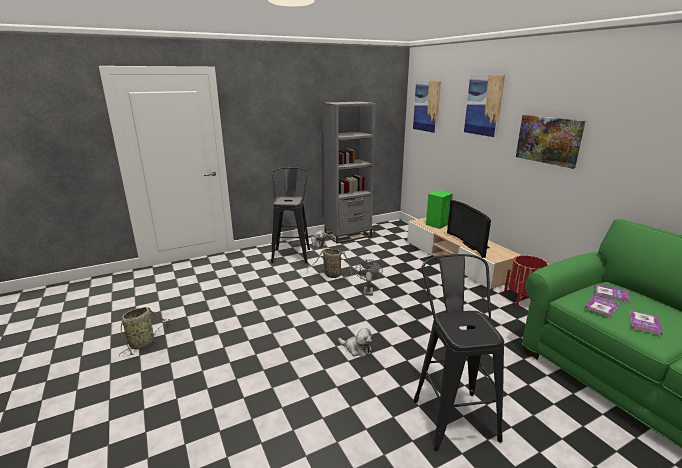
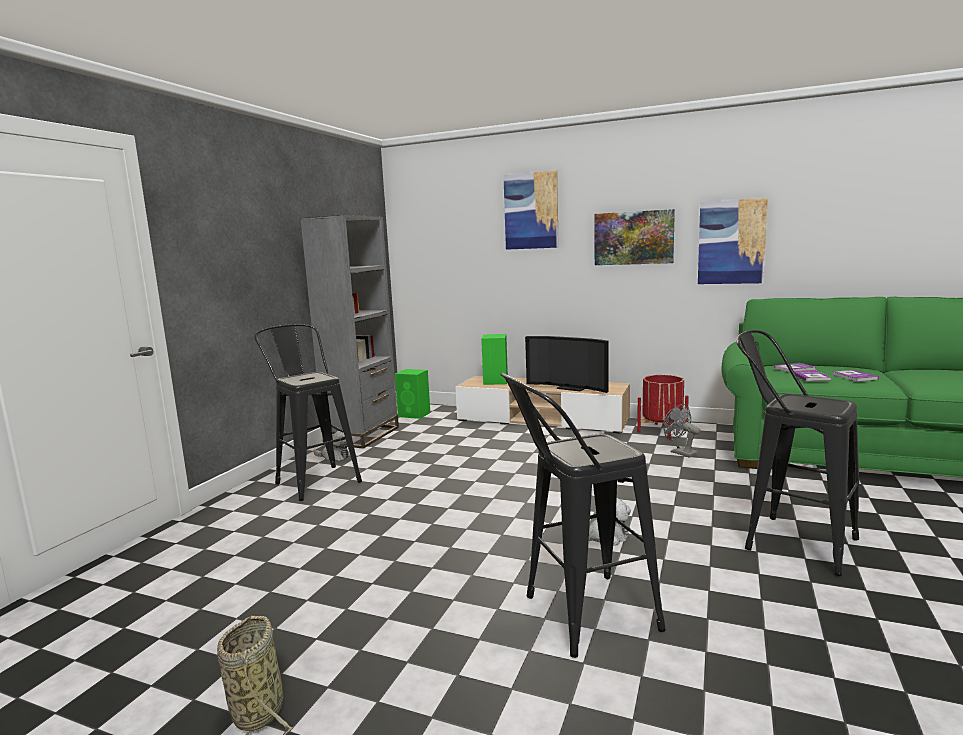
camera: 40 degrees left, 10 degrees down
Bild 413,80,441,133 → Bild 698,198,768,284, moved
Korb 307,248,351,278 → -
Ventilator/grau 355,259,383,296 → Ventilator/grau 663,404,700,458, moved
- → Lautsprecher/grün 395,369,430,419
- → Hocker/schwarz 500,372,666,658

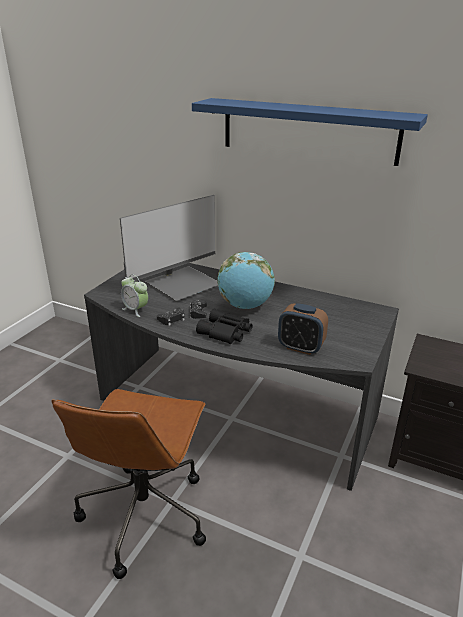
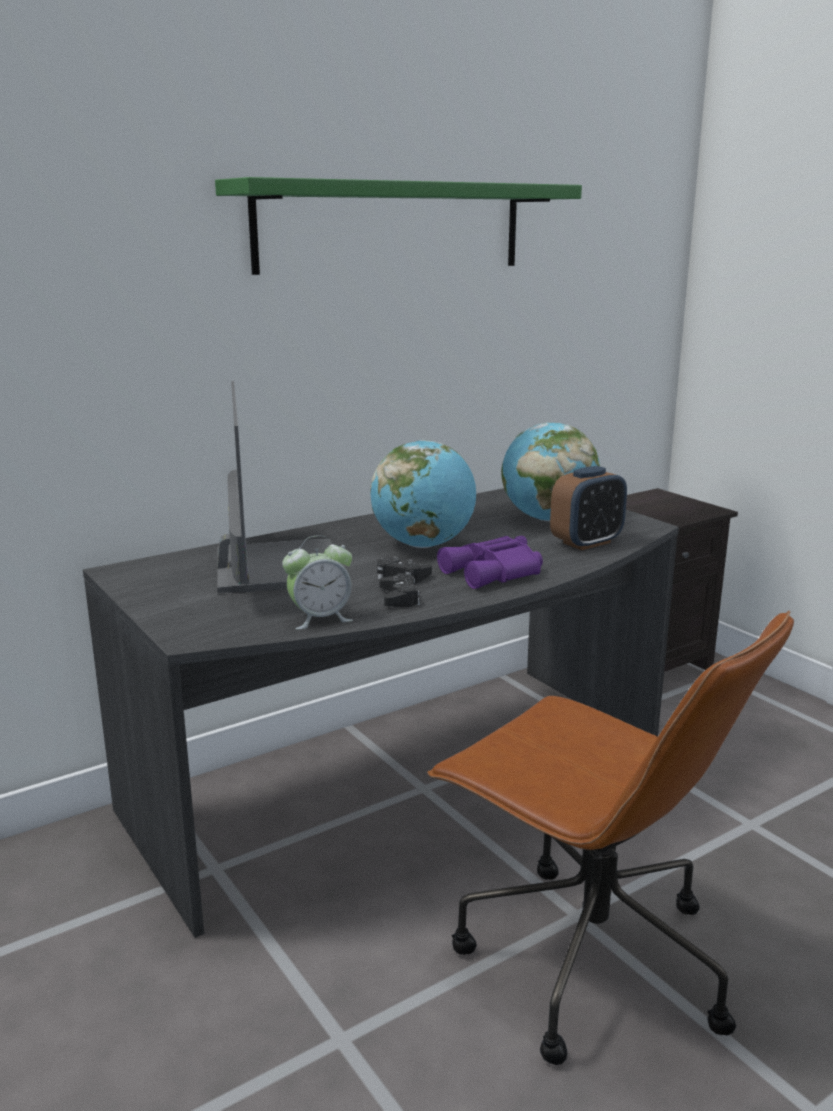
camera: 60 degrees left, 10 degrees down
Wandregal/blau 192,98,428,166 → Wandregal/grün 215,177,582,275
Fernglas/schwarz 196,309,252,344 → Fernglas/lila 437,536,543,589
- → Globus 501,423,600,521

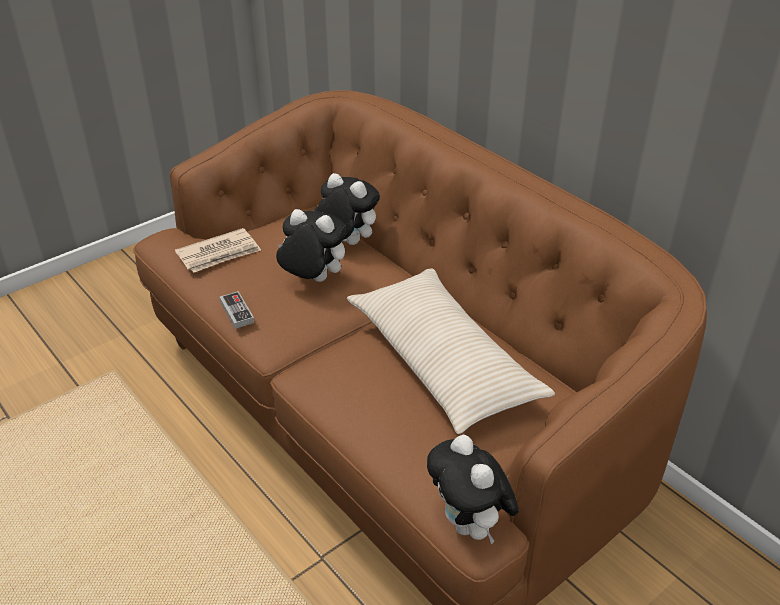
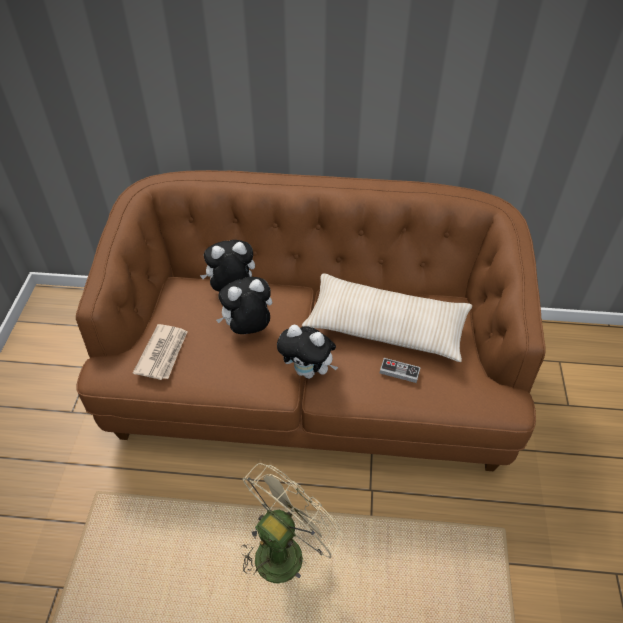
camera: 45 degrees left, 10 degrees up
Gamepad 220,291,255,329 → Gamepad 380,358,421,383, moved
Plüschtier 427,435,519,545 → Plüschtier 277,325,338,379, moved
- → Ventilator/beige 241,463,343,583

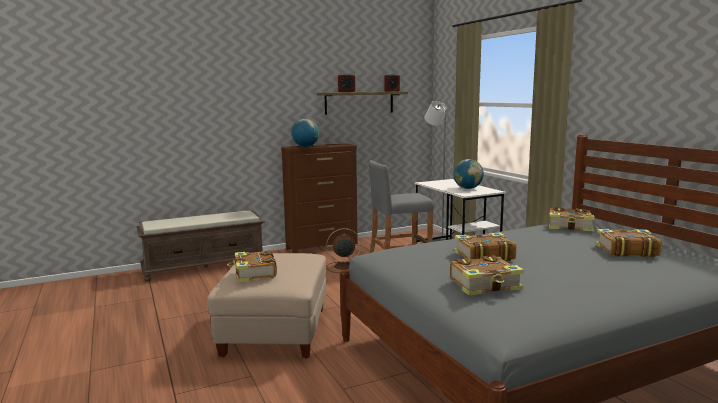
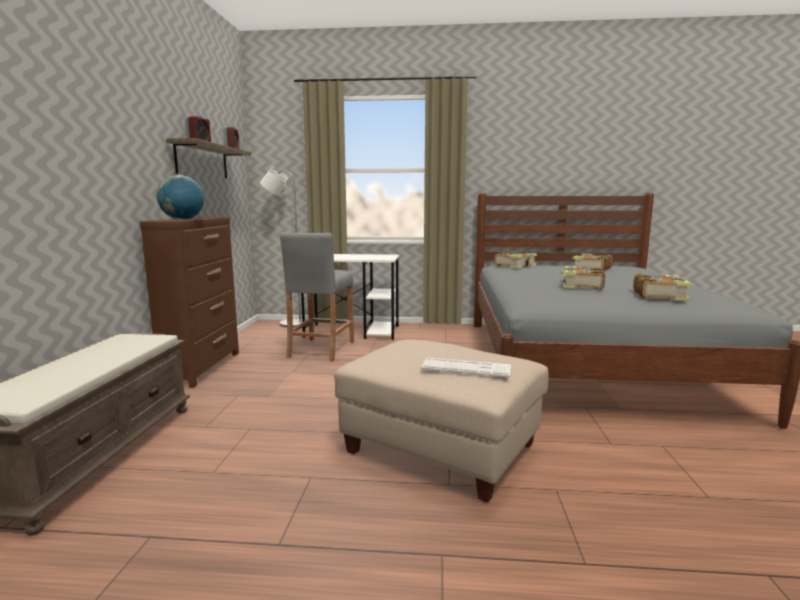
camera: 60 degrees left, 0 degrees up
Globus 453,159,484,189 → -
Ventilator/braun 326,228,361,273 → -
Buch 227,250,277,282 → Tastatur 421,357,511,377

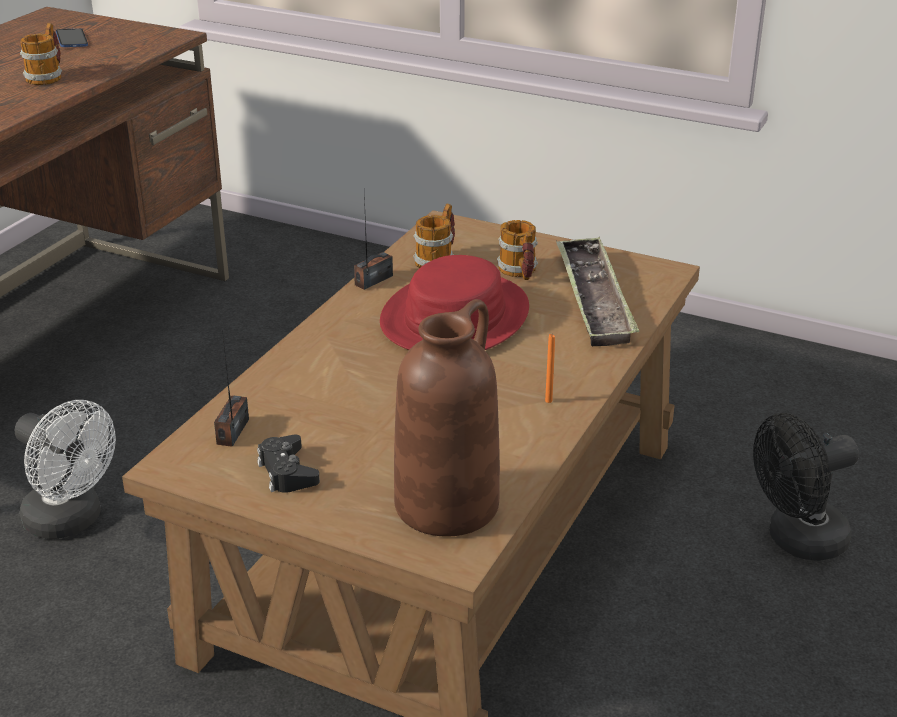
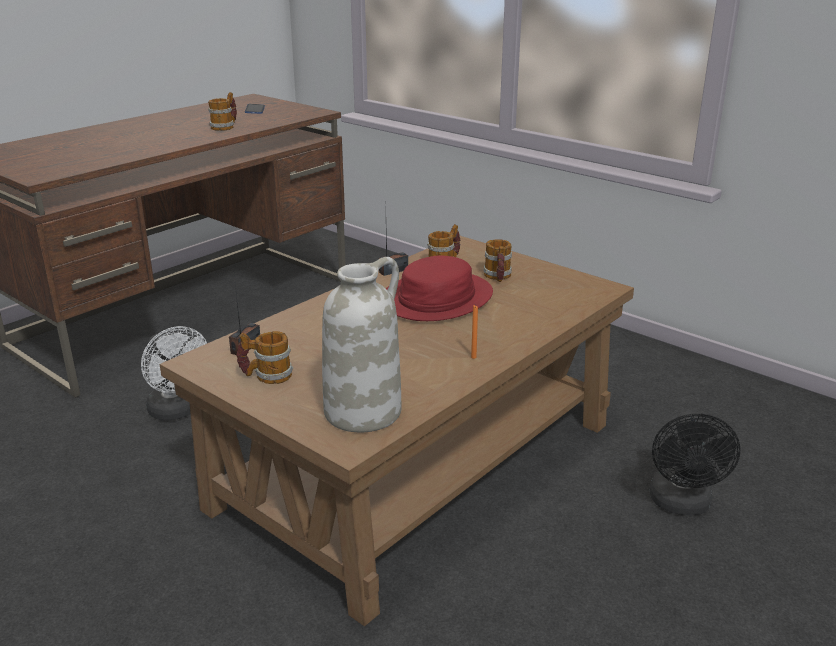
camera: 15 degrees right, 5 degrees down
Tablett 556,237,639,346 → -
Vase/braun 394,299,500,537 → Vase/weiß 322,257,402,433
Ventilator/schwarz 753,413,859,561 → Ventilator/schwarz 650,411,740,515, 75 degrees counterclockwise
Gamepad/schwarz 257,435,320,493 → Henkelbecher 236,331,293,384

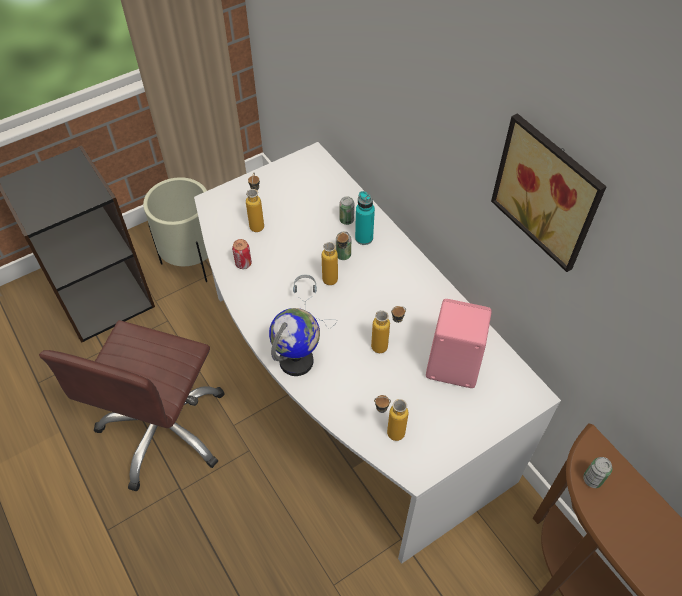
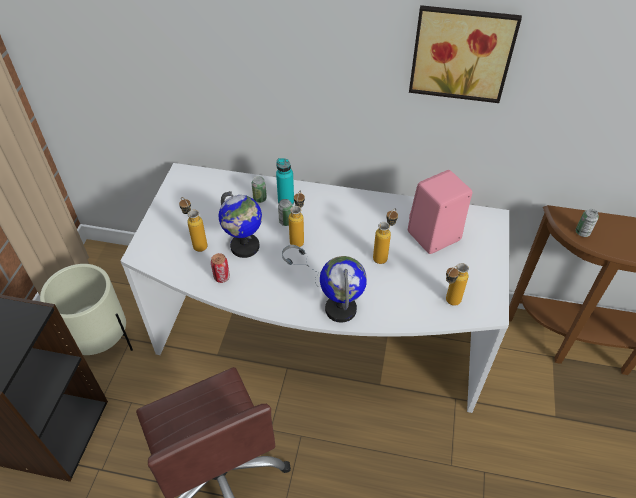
camera: 45 degrees left, 5 degrees down
- → Globus 219,191,262,258

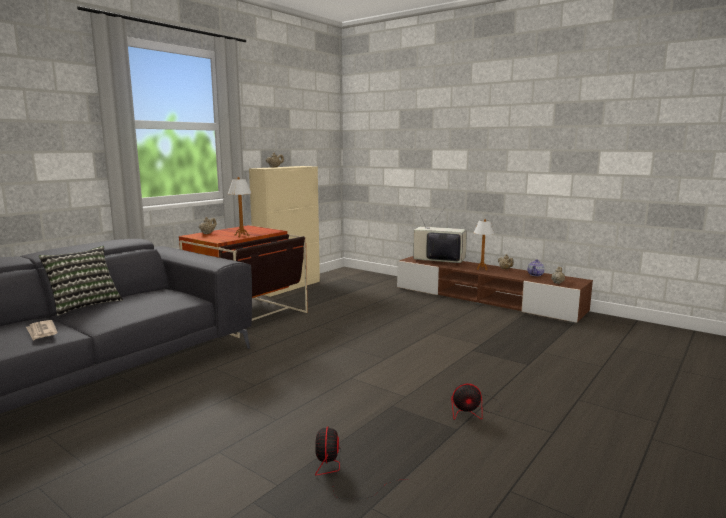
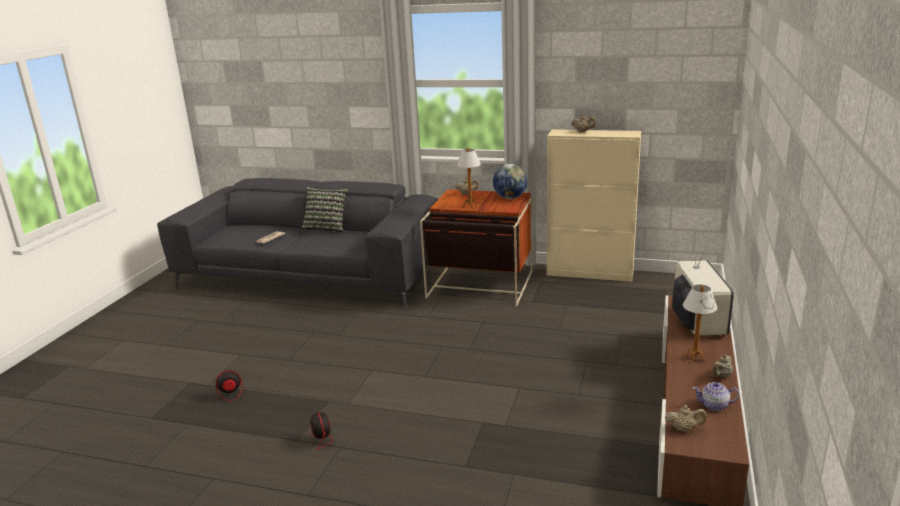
camera: 70 degrees right, 10 degrees up
- → Globus 493,164,528,199

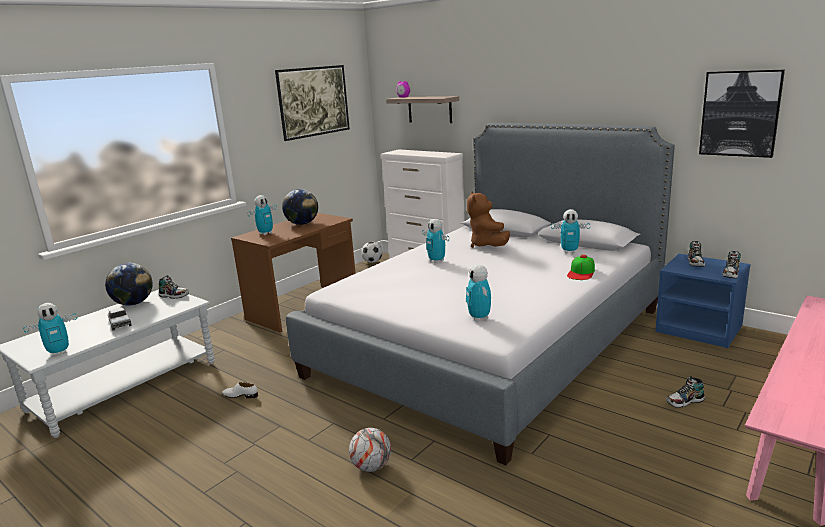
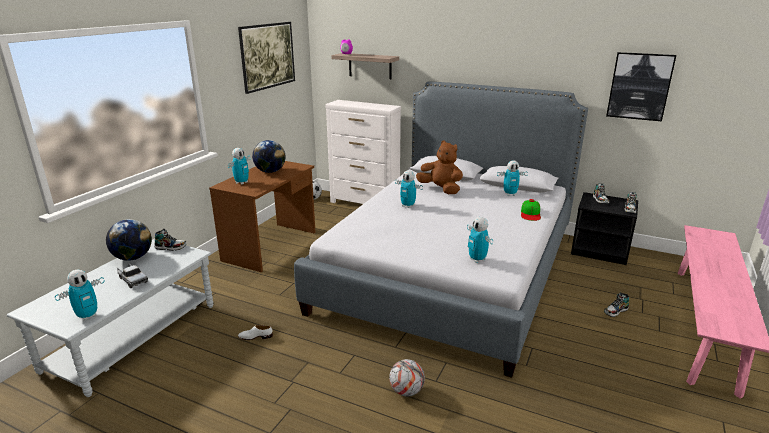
camera: 15 degrees left, 5 degrees up
Plüschtier/braun 467,191,510,248 → Plüschtier/braun 416,140,463,194, 150 degrees clockwise
Nachttisch/blau 655,254,751,348 → Nachttisch/schwarz 571,192,638,265

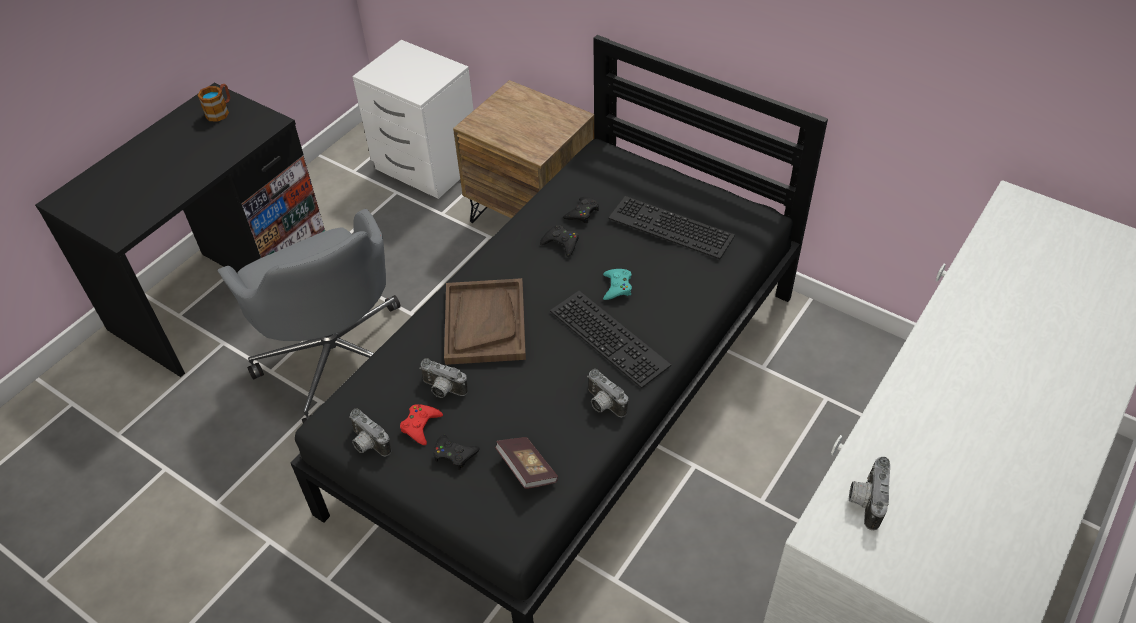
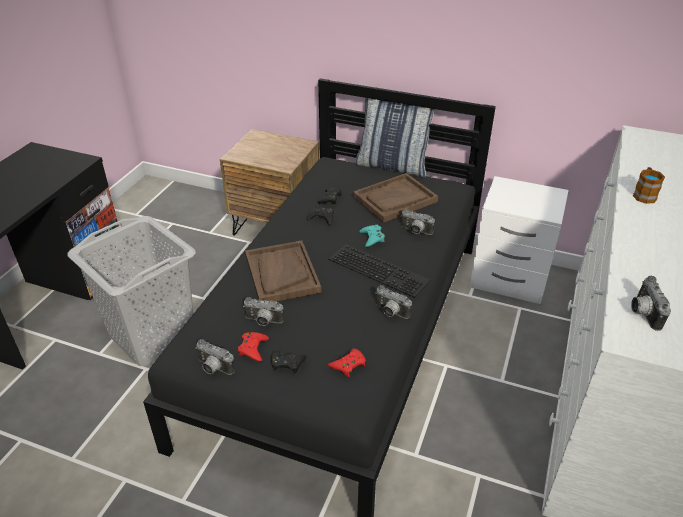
camera: 15 degrees left, 10 degrees down
Nachttisch/weiß 352,40,474,199 → Nachttisch/weiß 470,176,569,304, moved
Henkelbecher 197,84,230,122 → Henkelbecher 633,167,665,204, moved
Tastatur 608,196,735,259 → Tablett/braun 353,173,438,223
Bürostuhl/grau 218,209,401,423 → Wäschekorb/grau 67,216,196,366
Buch 495,437,558,489 → Gamepad/rot 328,349,366,377
- → Kissen 355,98,435,178
- → Kamera 401,209,435,235

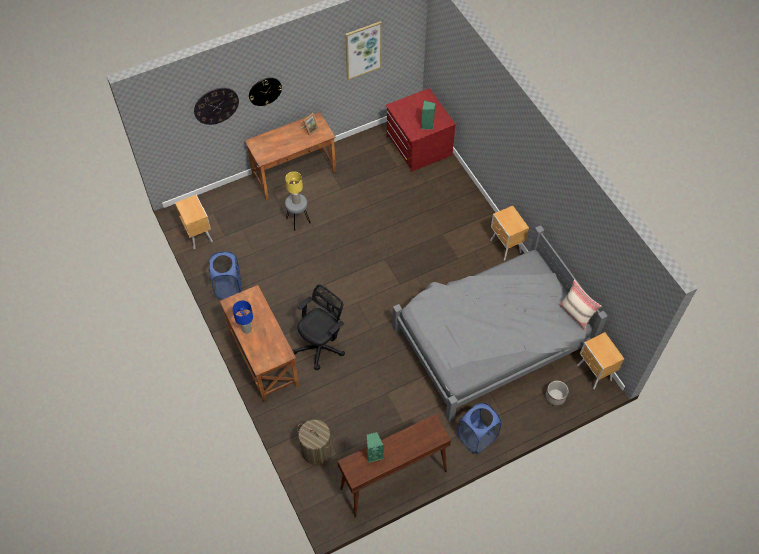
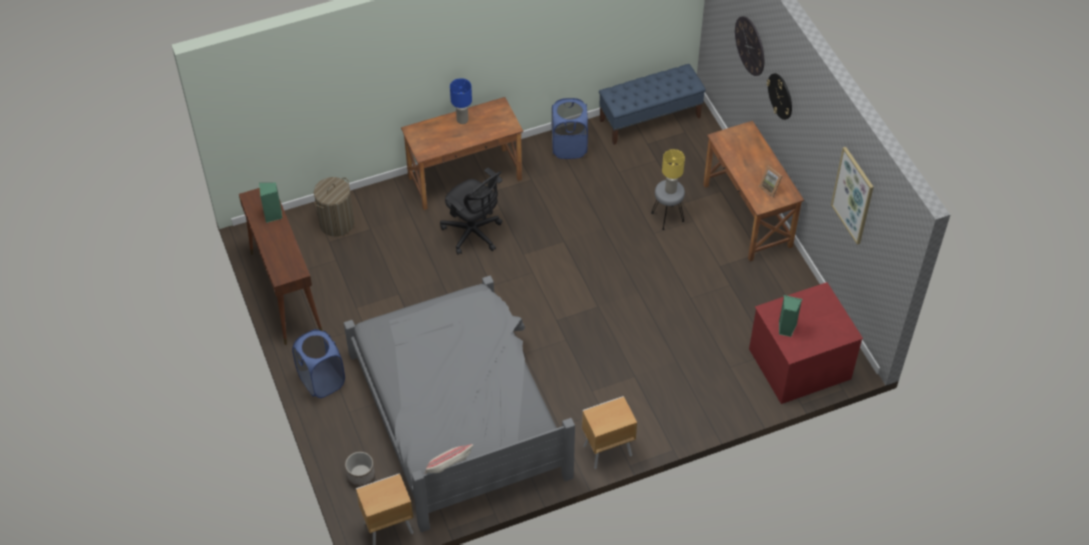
camera: 95 degrees right, 5 degrees down
Nachttisch/braun 175,195,213,249 → Bank/blau 599,64,706,145

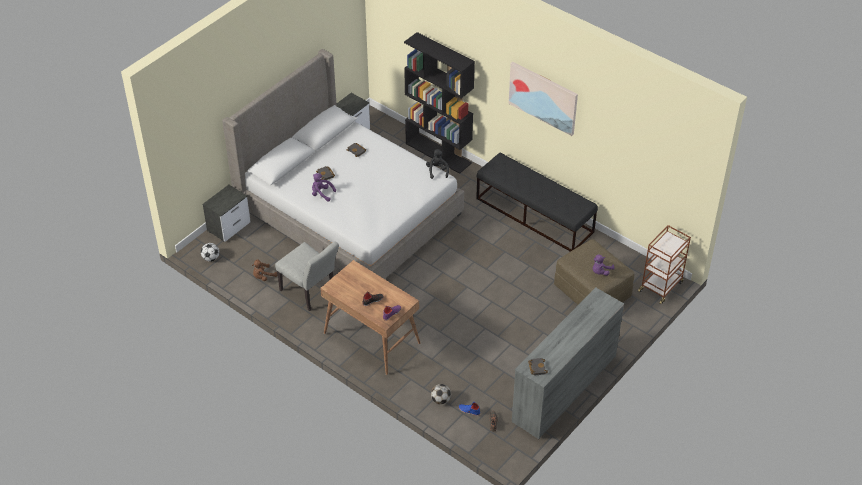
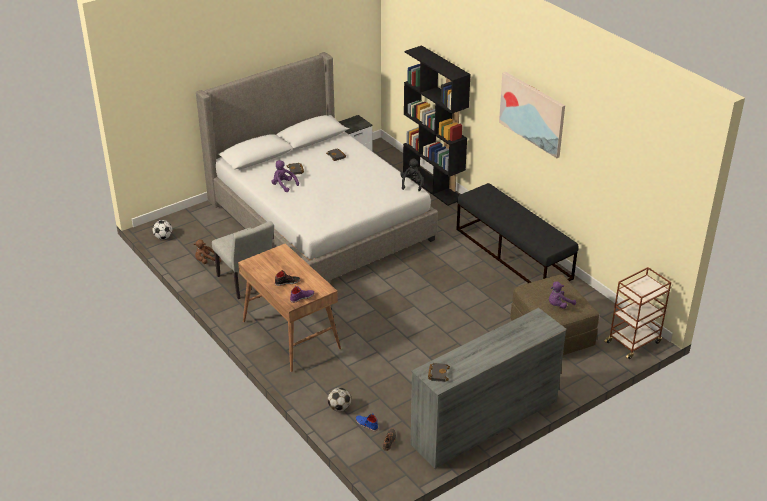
camera: 15 degrees right, 10 degrees down
Nachttisch 202,185,251,242 → -

